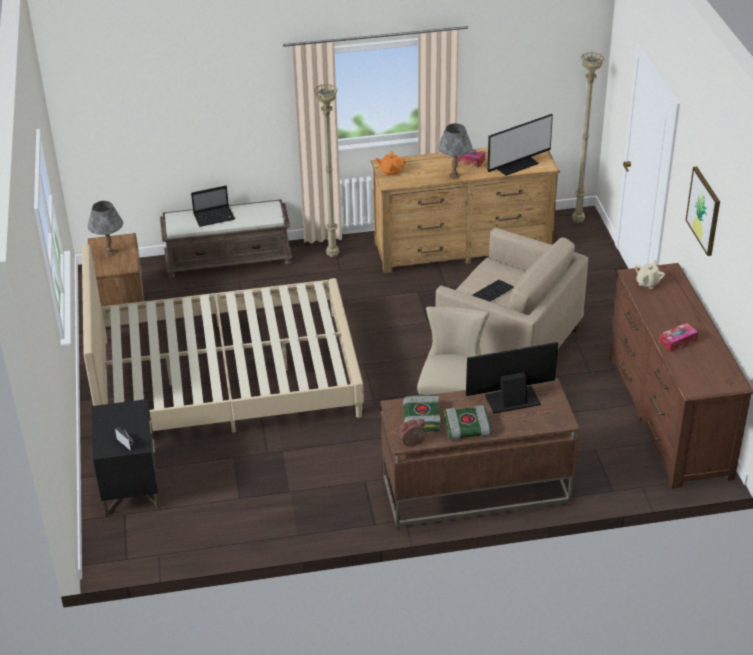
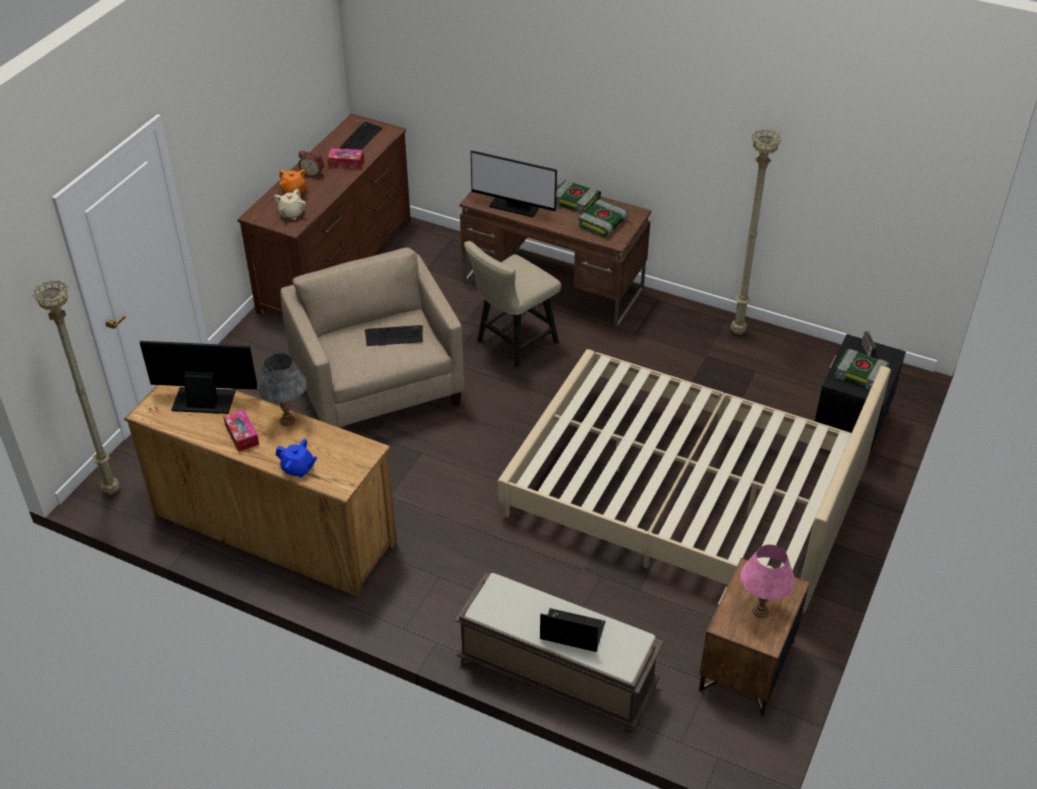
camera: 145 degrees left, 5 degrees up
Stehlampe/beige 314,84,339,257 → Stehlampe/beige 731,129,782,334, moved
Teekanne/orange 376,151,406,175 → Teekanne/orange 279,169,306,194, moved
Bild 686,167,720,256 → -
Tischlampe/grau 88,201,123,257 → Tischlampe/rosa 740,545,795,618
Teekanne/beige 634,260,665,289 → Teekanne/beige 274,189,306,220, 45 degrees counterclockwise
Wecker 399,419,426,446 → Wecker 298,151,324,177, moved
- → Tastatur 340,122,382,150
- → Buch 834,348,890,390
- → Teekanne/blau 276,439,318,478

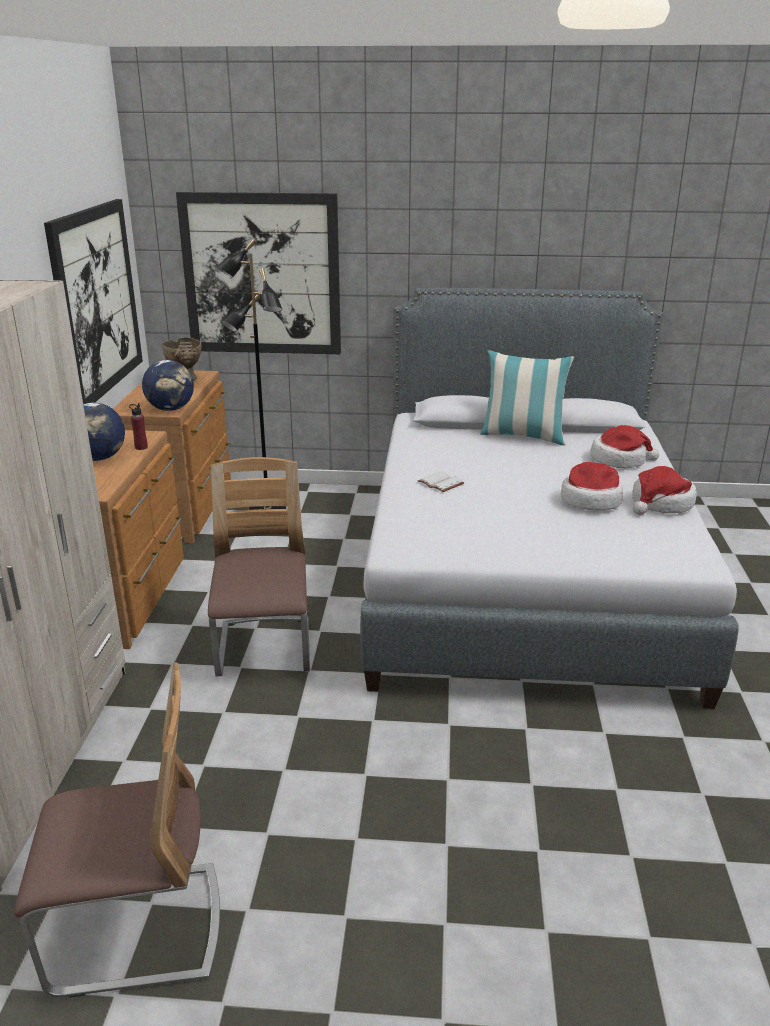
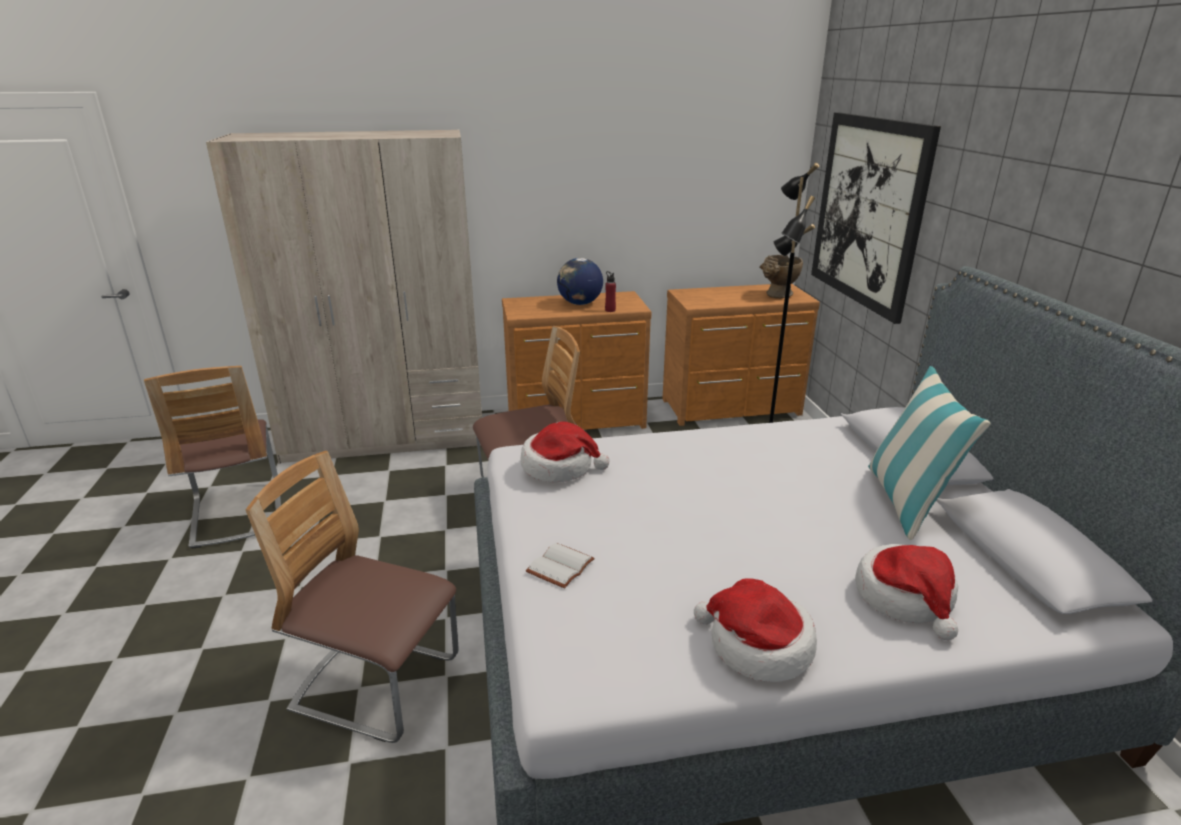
camera: 75 degrees right, 0 degrees up
Bild 44,199,143,404 → -
Globus 142,360,194,411 → -
Hut 561,462,623,511 → Hut 520,422,610,483, moved
Buch/weiß 418,471,464,492 → Buch/weiß 526,543,595,588, moved
- → Stuhl 246,451,459,743

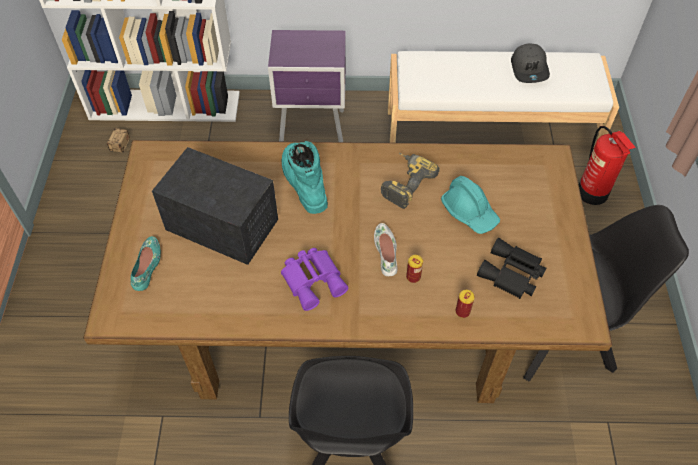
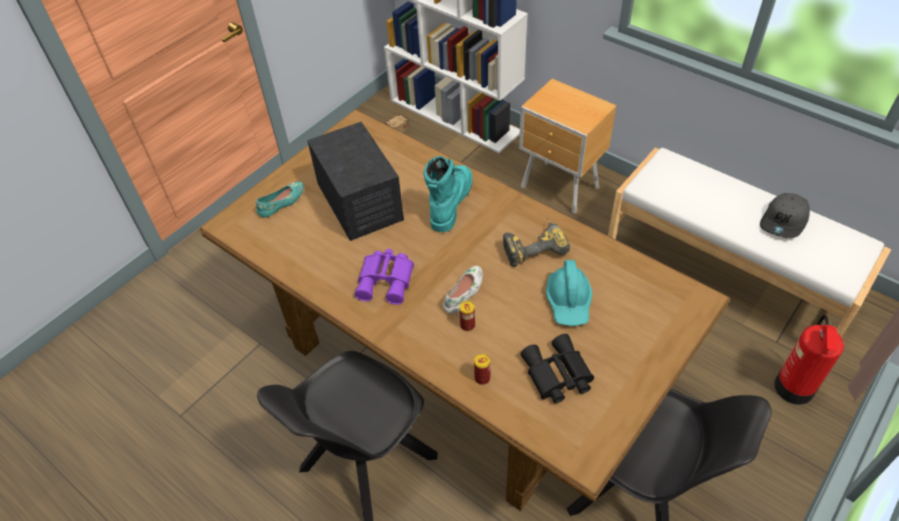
camera: 40 degrees right, 5 degrees down
Nachttisch/lila 268,30,346,142 → Nachttisch/braun 519,79,616,214

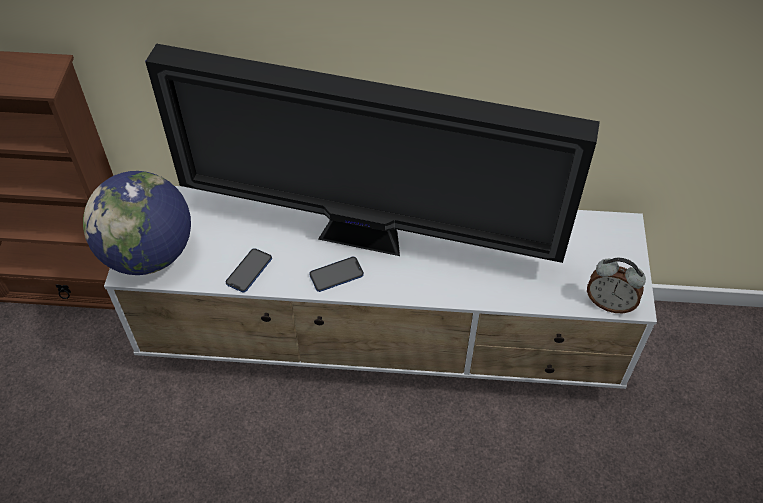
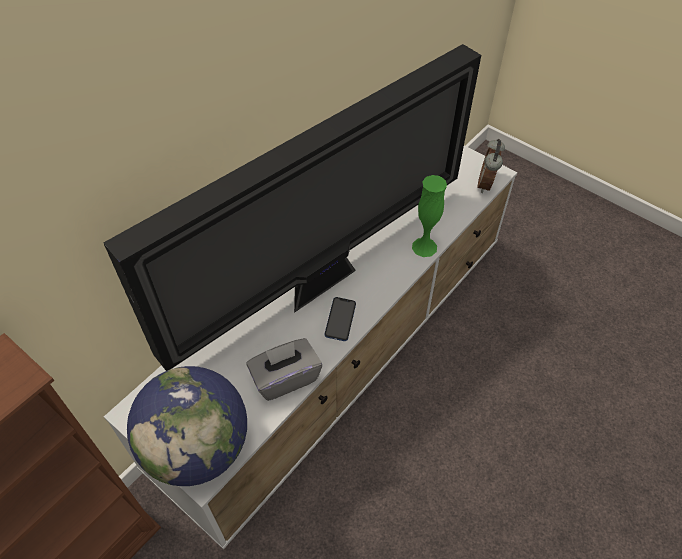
camera: 55 degrees left, 0 degrees up
Handy 226,248,272,292 → Taschentuchbox/grau 246,338,322,401
Wecker 587,258,646,313 → Wecker 478,139,505,193, 135 degrees clockwise
- → Vase/grün 412,175,447,257

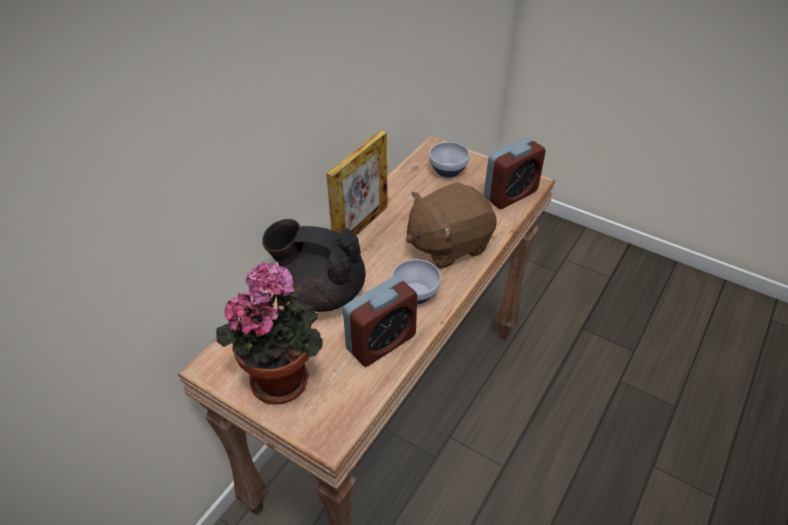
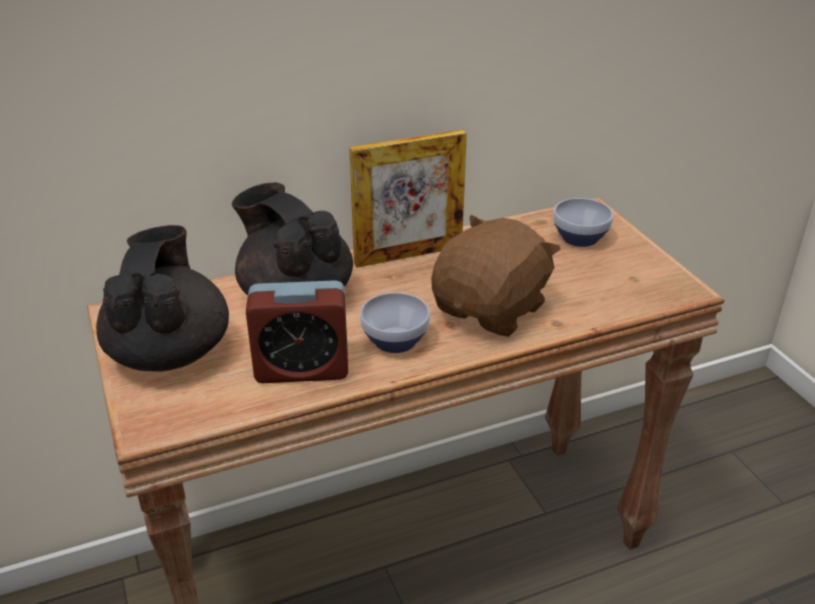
camera: 35 degrees right, 10 degrees down
Wecker 484,138,546,209 → -
Plüschtier/braun 406,182,497,269 → Plüschtier/braun 431,215,561,337, 120 degrees clockwise
Topfpflanze 216,261,322,405 → Teekanne/schwarz 96,225,229,372

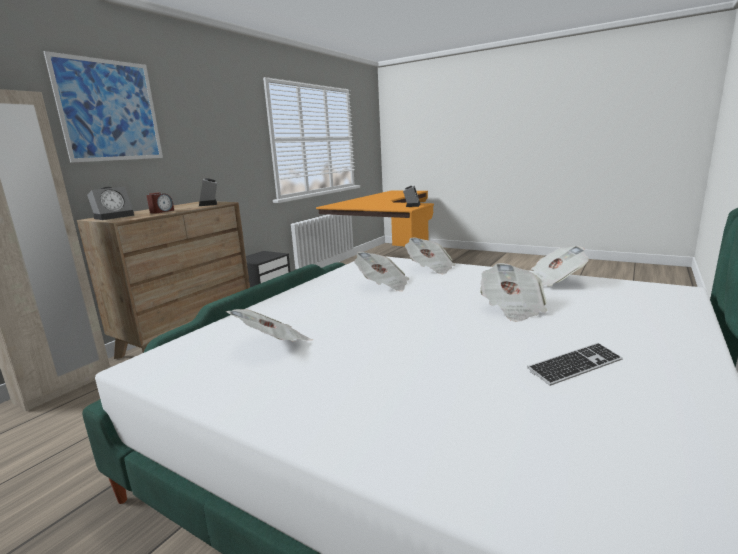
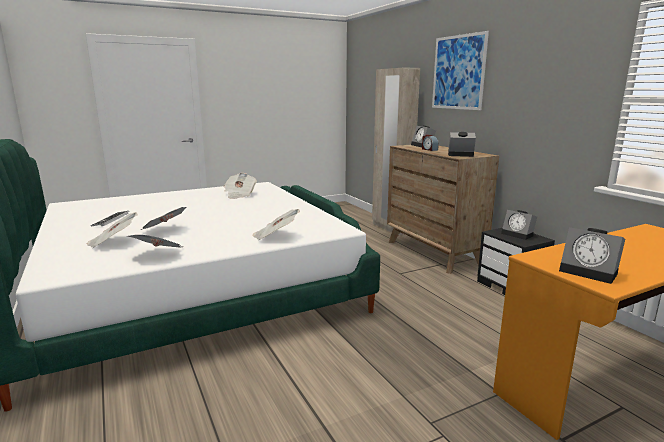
camera: 120 degrees right, 0 degrees up
Zeitung 354,252,409,291 → Zeitung 86,212,138,248, moved
- → Wecker 501,210,537,240

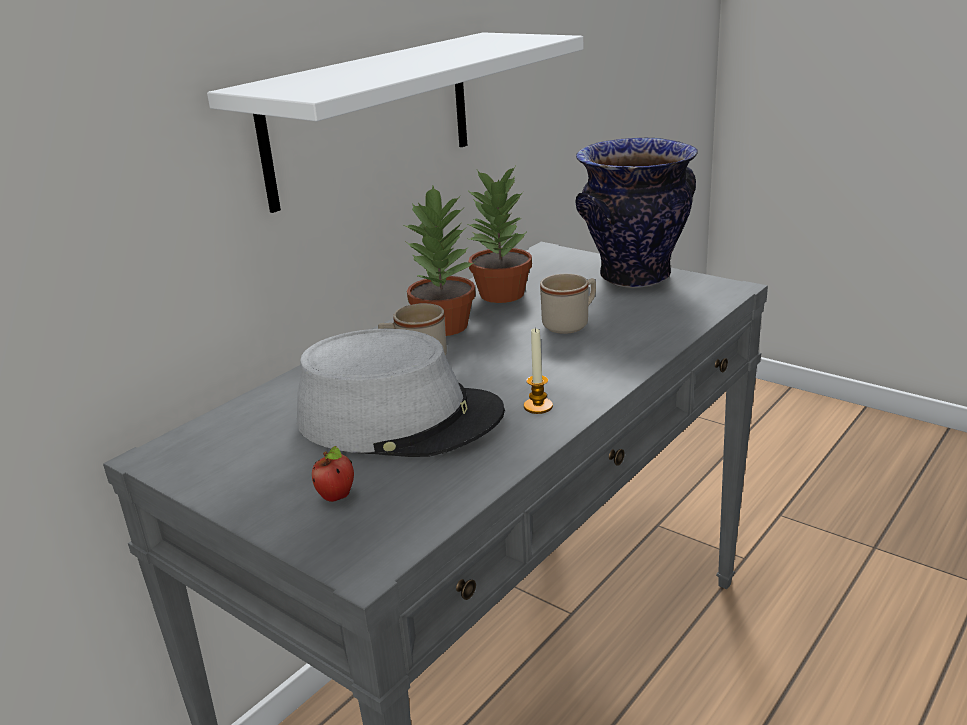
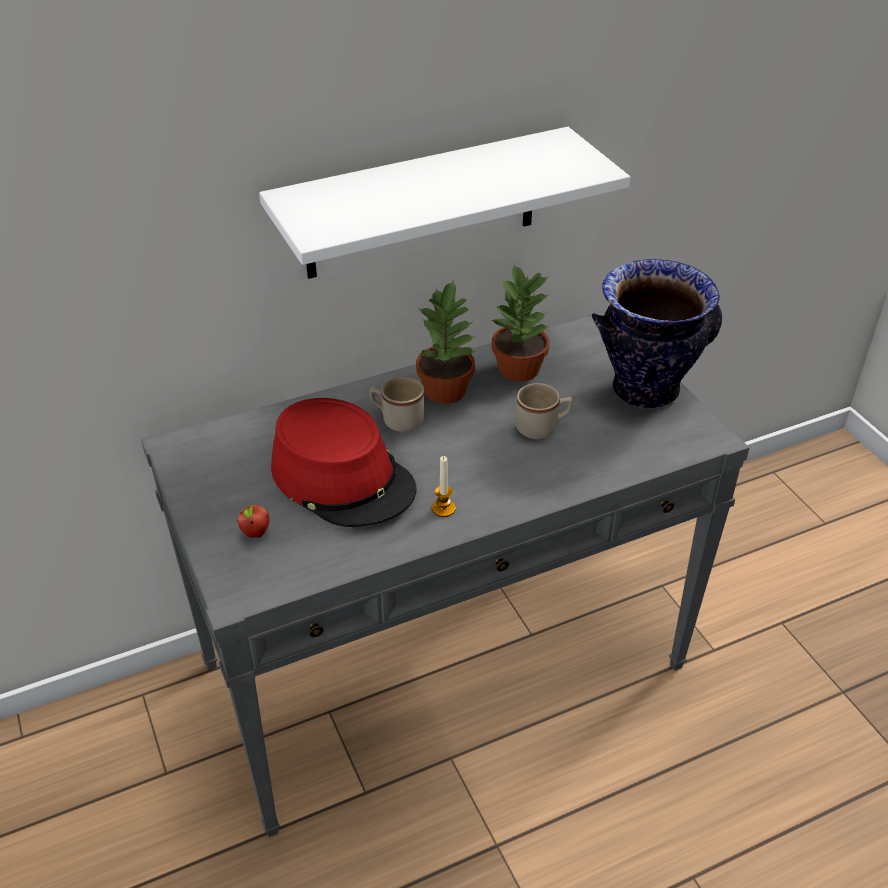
camera: 25 degrees right, 15 degrees up
Hut/grau 297,329,505,457 → Hut/rot 271,398,417,527

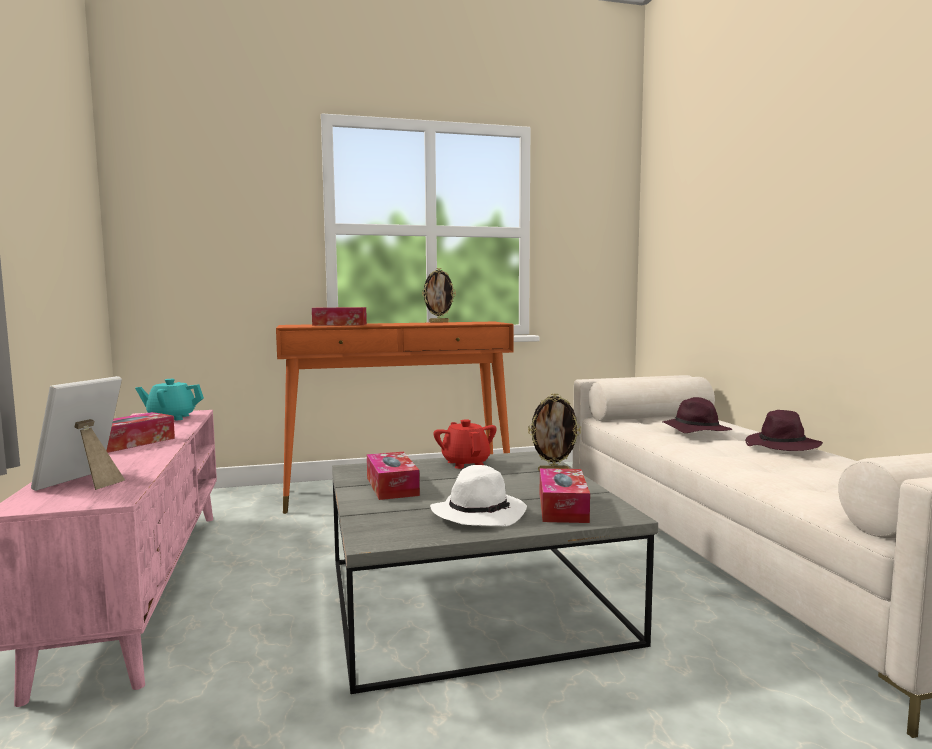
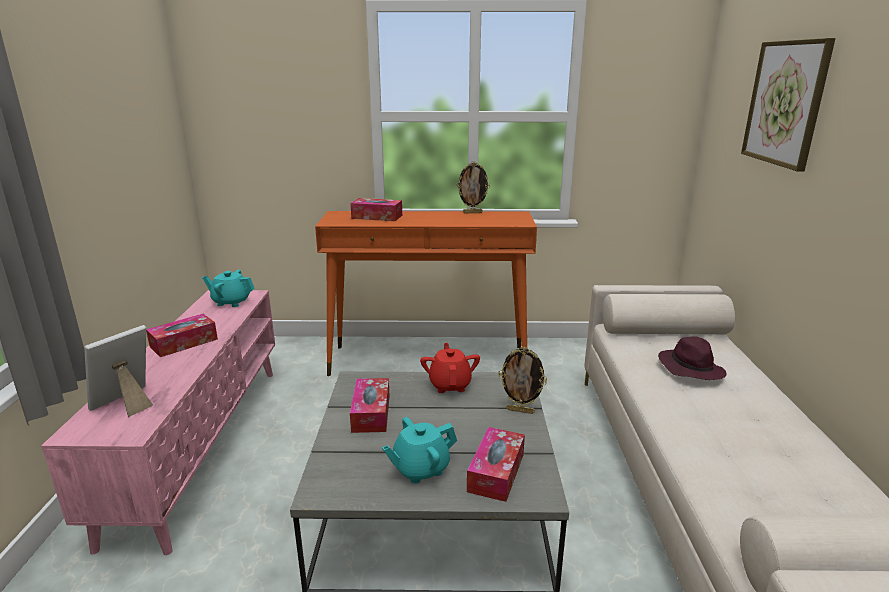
camera: 15 degrees right, 15 degrees up
Hut/lila 745,410,823,451 → -
Hut/weiß 430,465,527,526 → Teekanne/türkis 382,417,457,484
- → Bild 741,38,836,172

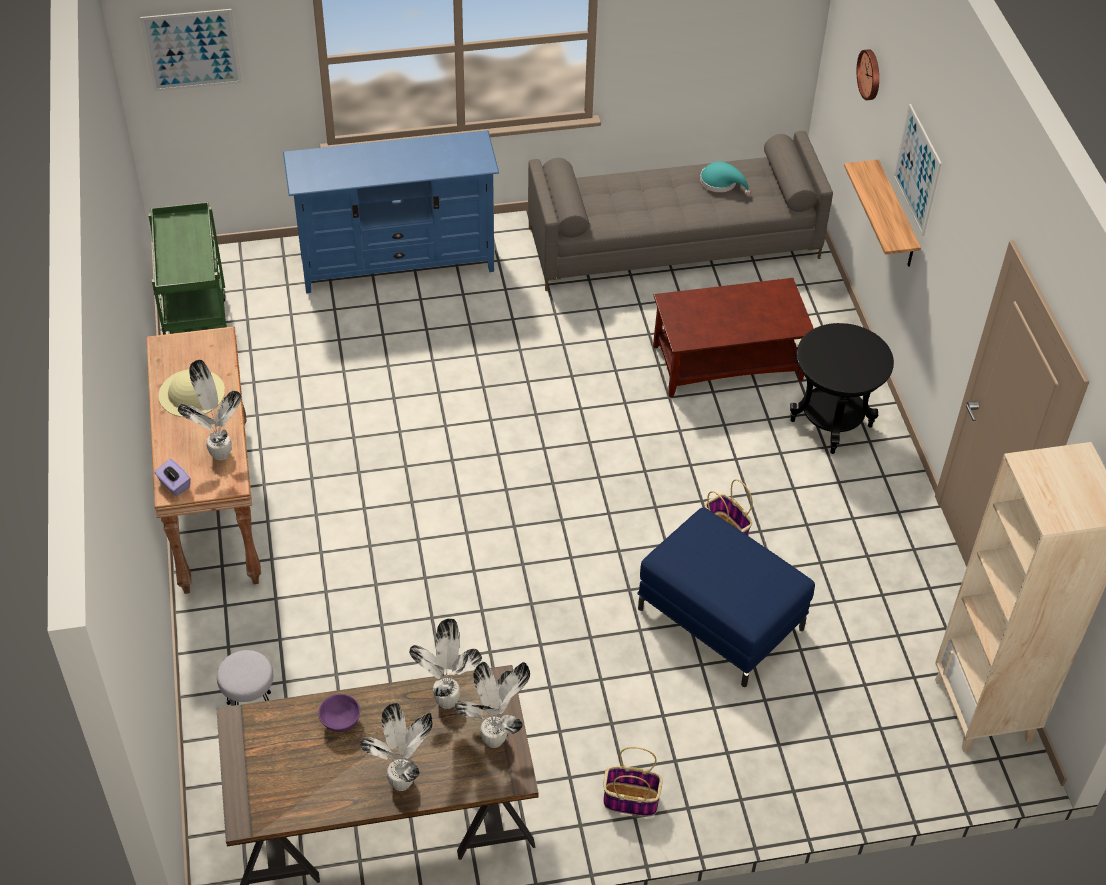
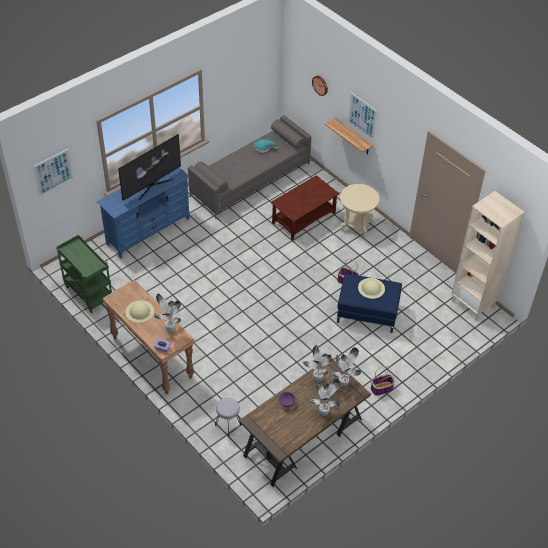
camera: 30 degrees left, 0 degrees up
Beistelltisch/schwarz 790,323,894,454 → Beistelltisch/beige 340,184,380,237
- → Fernseher 118,134,181,201
- → Hut/beige 358,278,385,299

